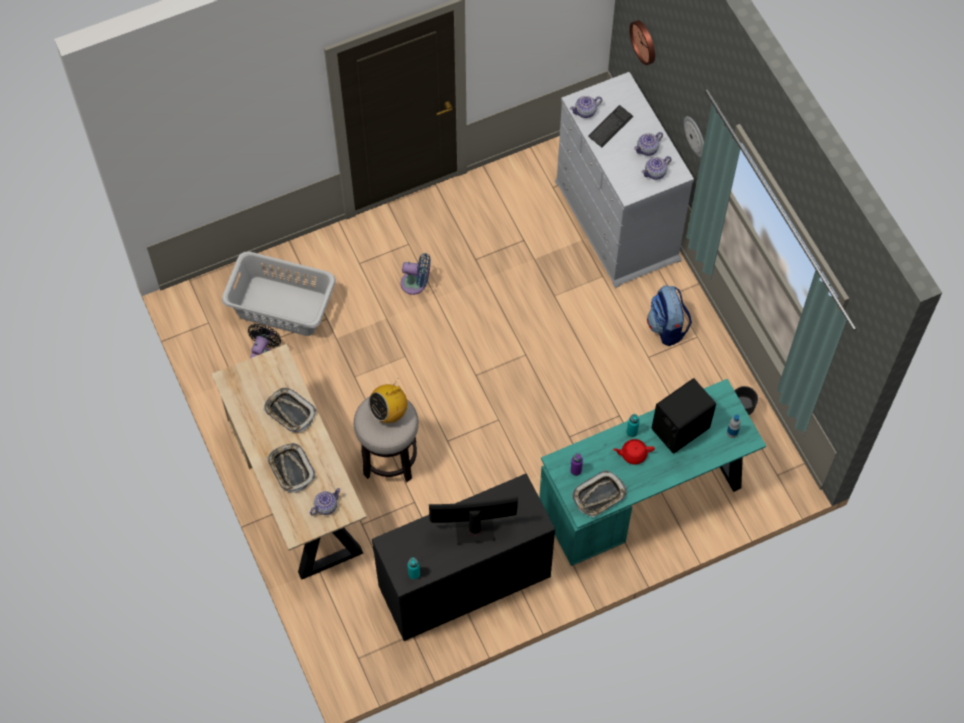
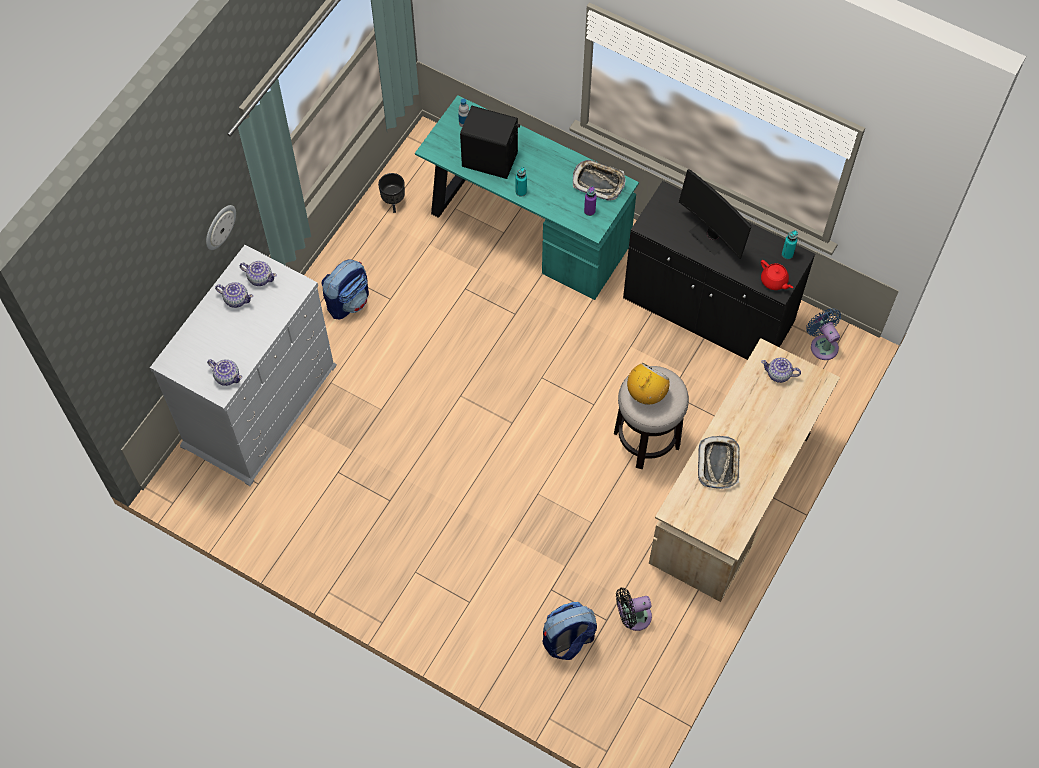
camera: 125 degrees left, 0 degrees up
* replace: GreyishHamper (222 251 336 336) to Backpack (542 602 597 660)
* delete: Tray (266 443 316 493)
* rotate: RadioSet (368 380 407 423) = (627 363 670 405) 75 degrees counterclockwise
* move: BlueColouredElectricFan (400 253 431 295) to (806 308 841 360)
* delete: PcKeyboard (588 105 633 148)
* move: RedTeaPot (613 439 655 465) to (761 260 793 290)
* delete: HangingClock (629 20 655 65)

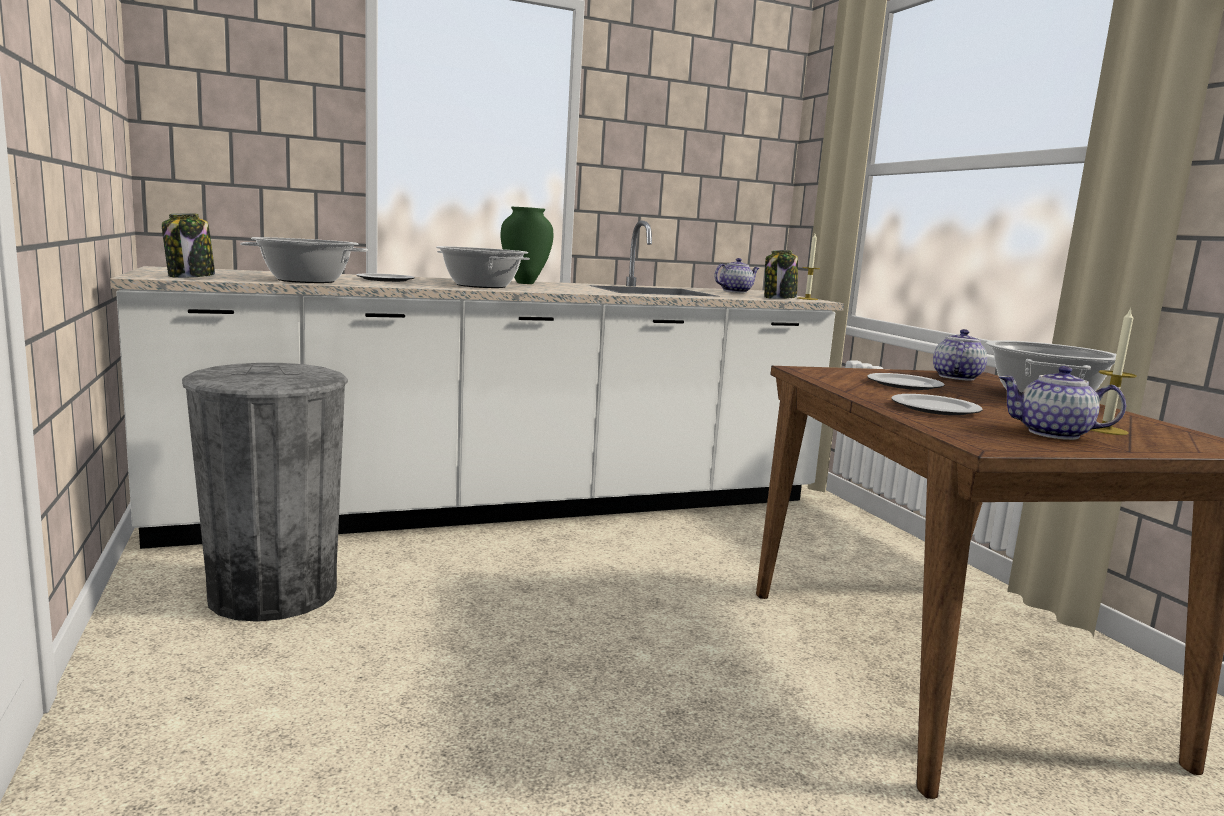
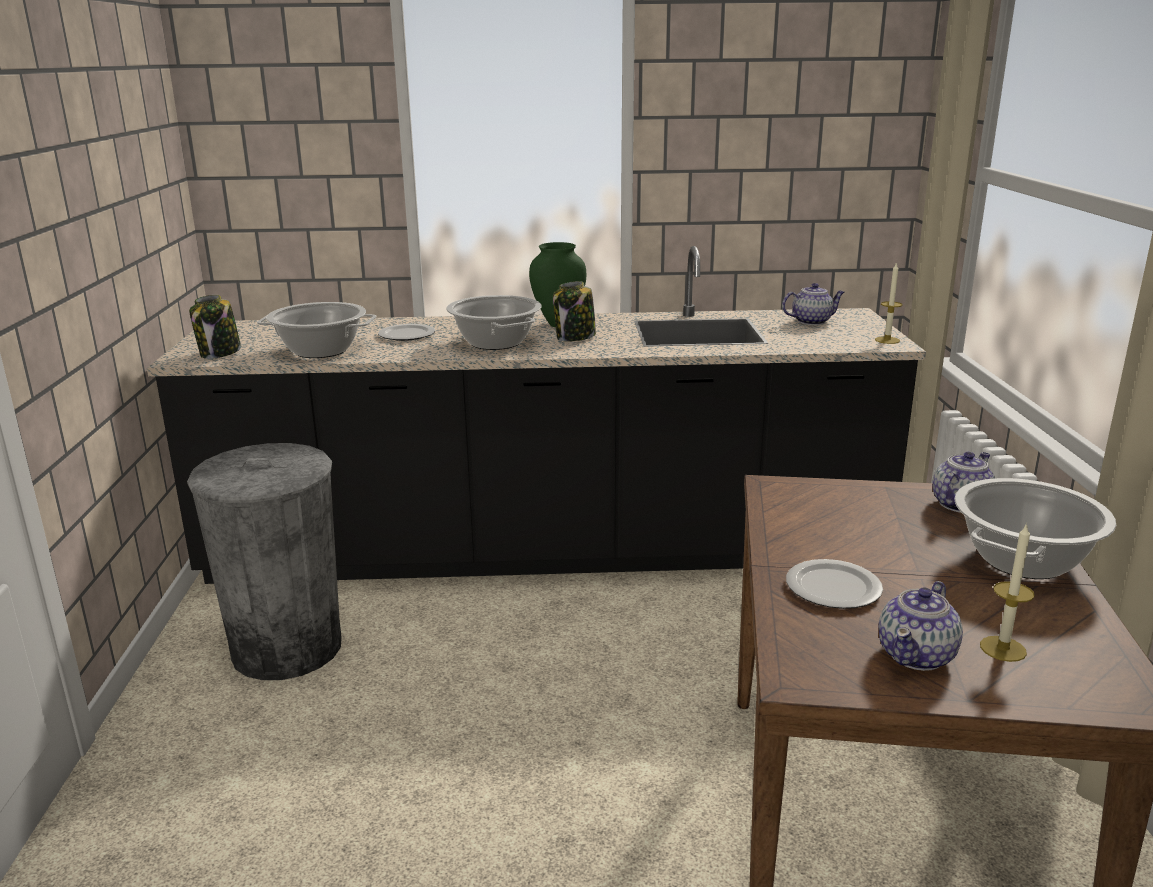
camera: 20 degrees right, 10 degrees up
* recolor: WhiteCounter (110 221 844 549) to BlackCounter (147 246 926 584)
* move: Jar (764 250 798 299) to (553 281 596 342)
* delete: FlatDish (867 373 944 390)
* rotate: TeaPot (999 366 1126 440) = (878 581 963 671) 90 degrees counterclockwise

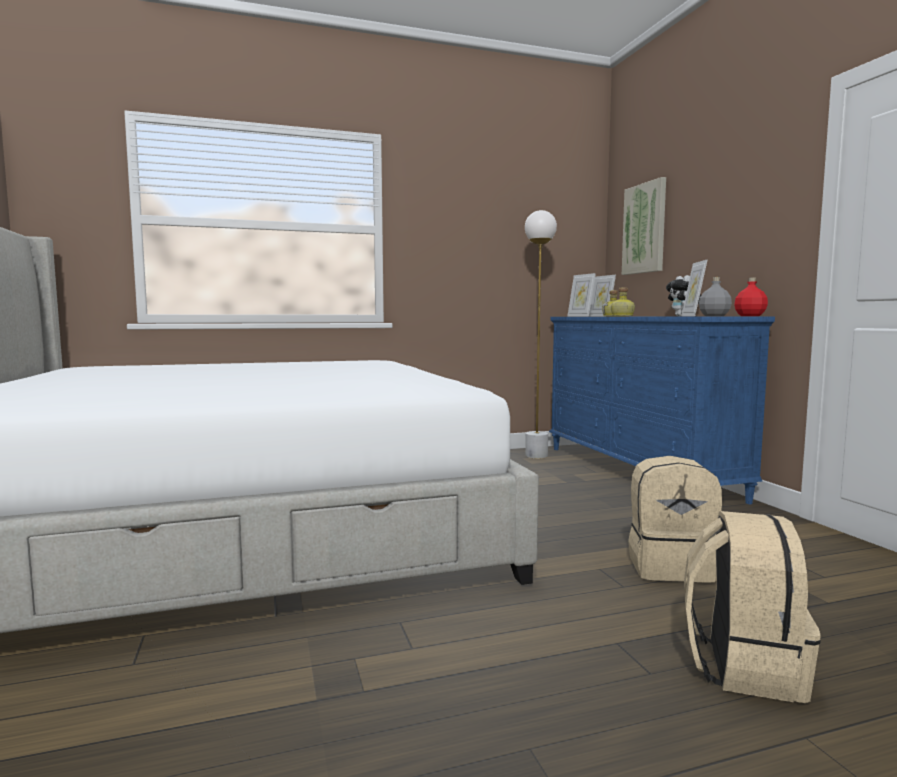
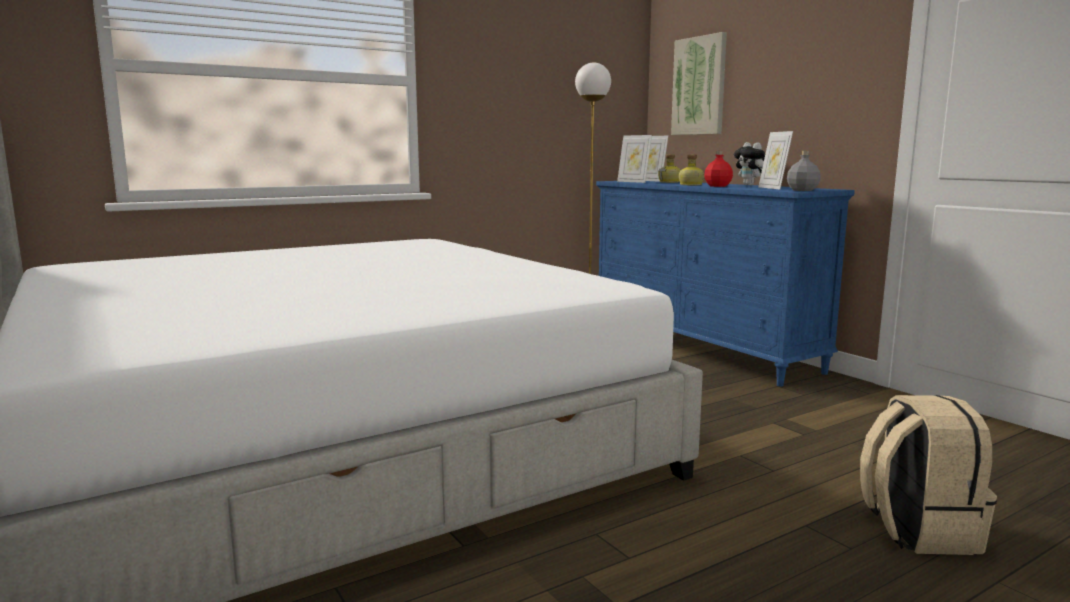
camera: 15 degrees left, 5 degrees up
* delete: BeigeColouredBackpack (628 456 722 582)
* move: RedBottle (734 277 768 316) to (704 151 733 187)

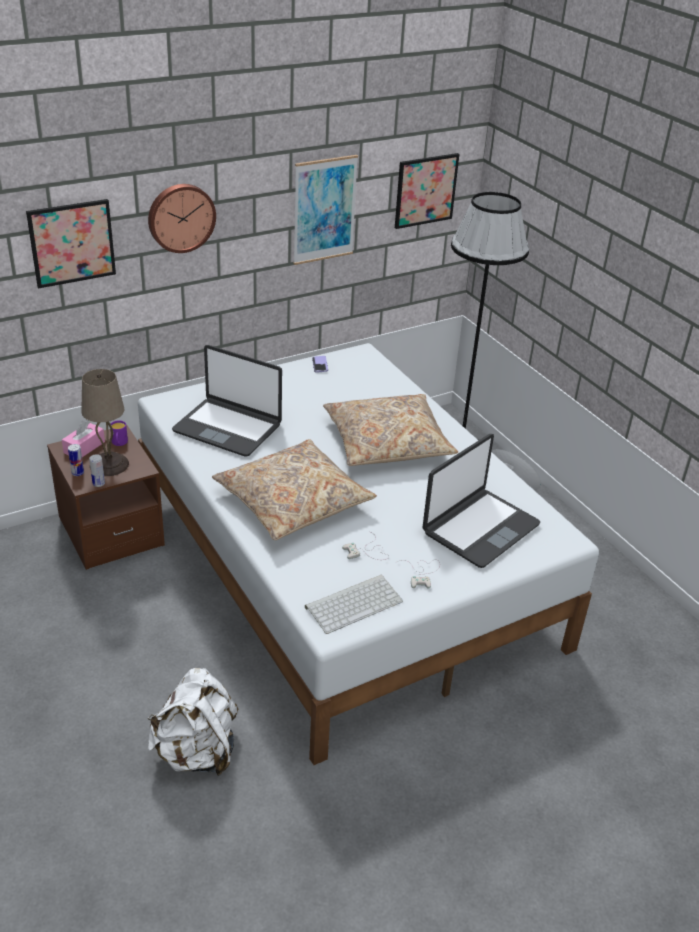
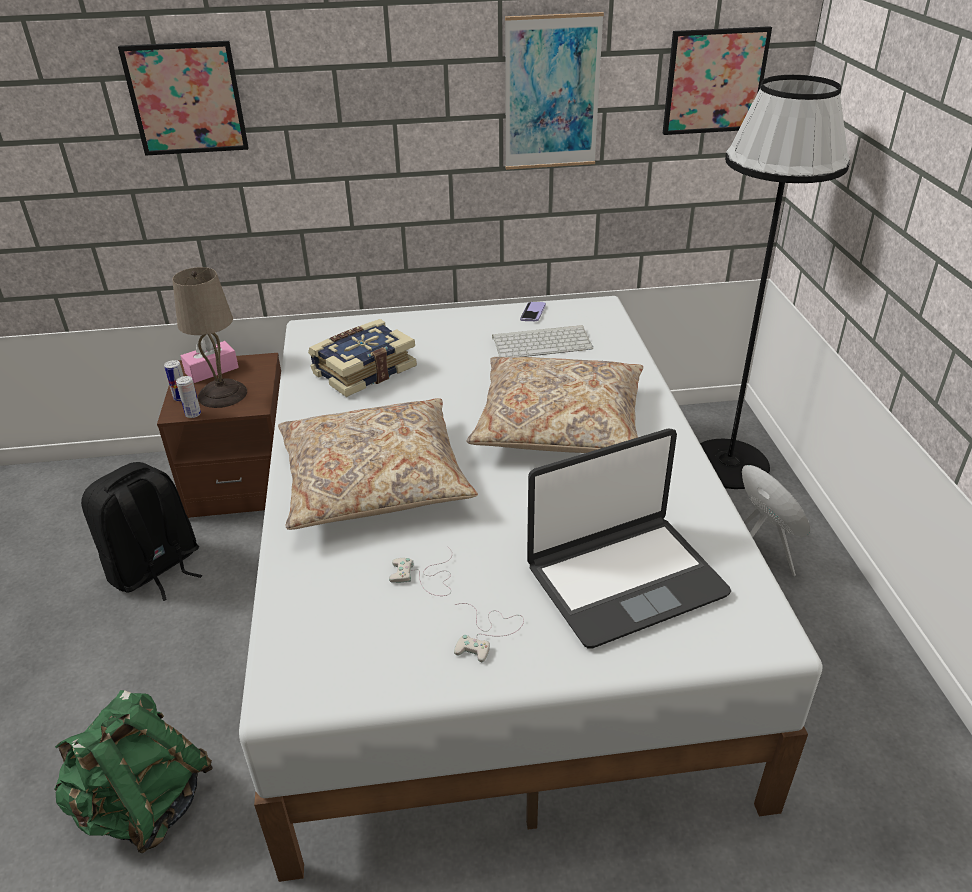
camera: 25 degrees right, 0 degrees up
* delete: PurpleMug (110 420 128 446)
* delete: HangingClock (148 184 216 253)
* recolor: WhiteBackpack (148 668 238 776) to GreenBackpack (54 690 213 853)
* replace: Laptop (172 345 282 456) to BoundBook (308 319 417 397)
* move: PcKeyboard (305 575 403 634) to (492 325 593 357)
* insert: BlackBackpack (81 462 202 601)

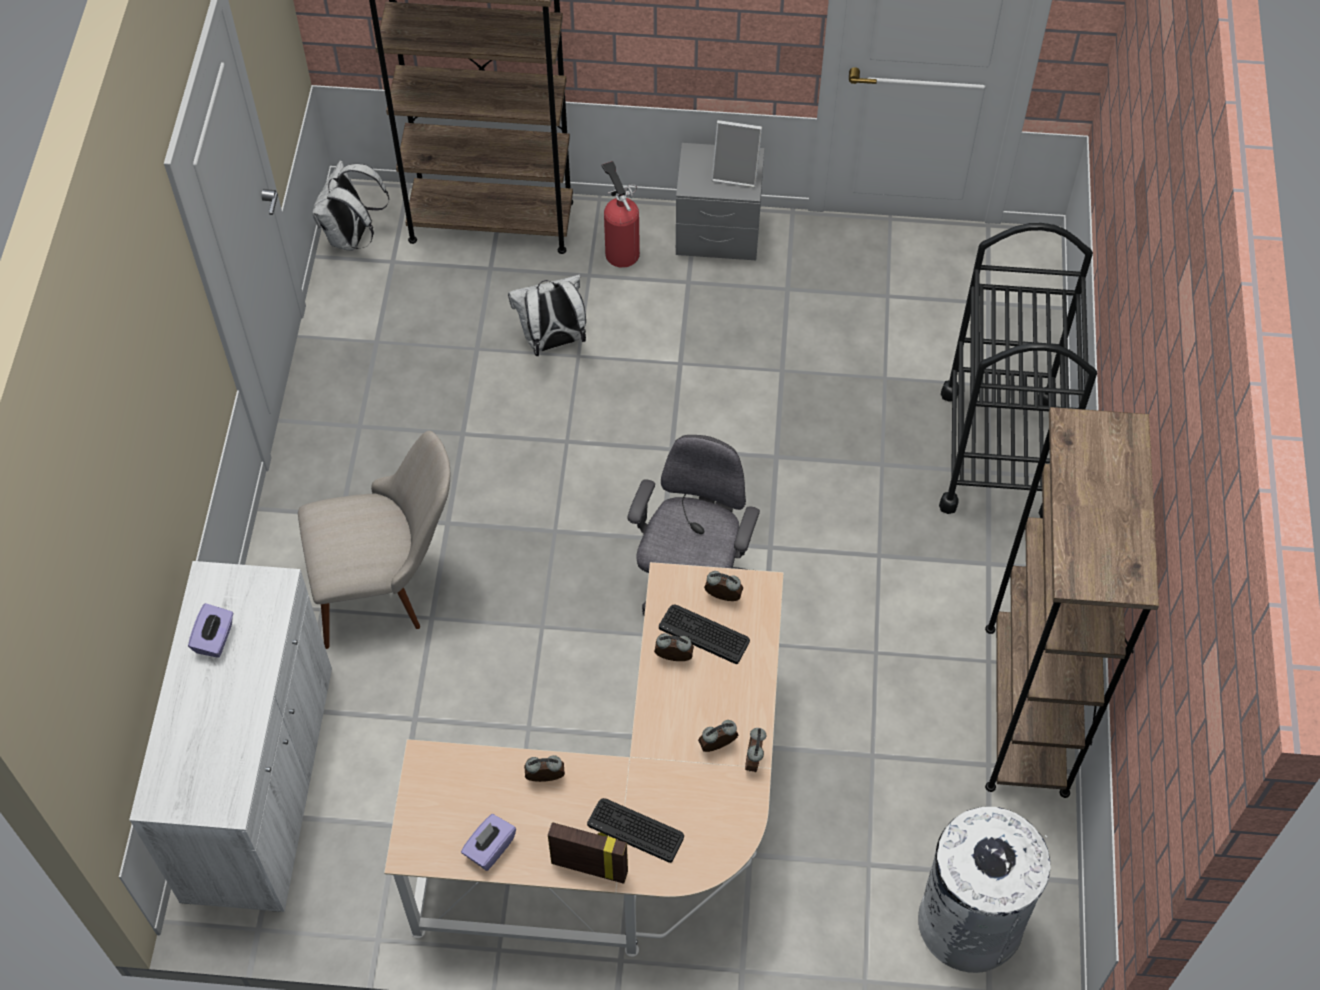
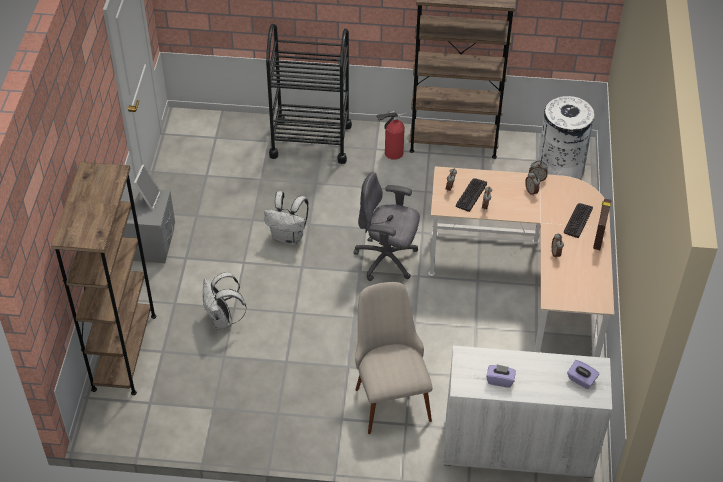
camera: 90 degrees left, 10 degrees down
* move: WhiteBackpack (313 160 389 251) to (264 191 309 245)
* move: PurpleBoxOfTissues (461 814 516 871) to (567 360 599 389)
* move: Extinguisher (602 161 640 268) to (376 110 407 160)

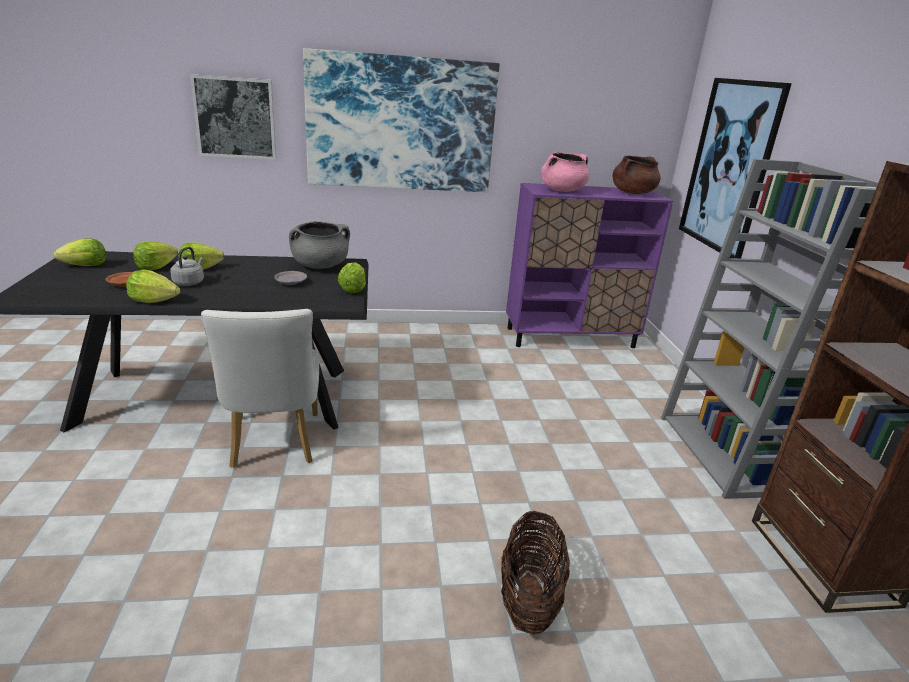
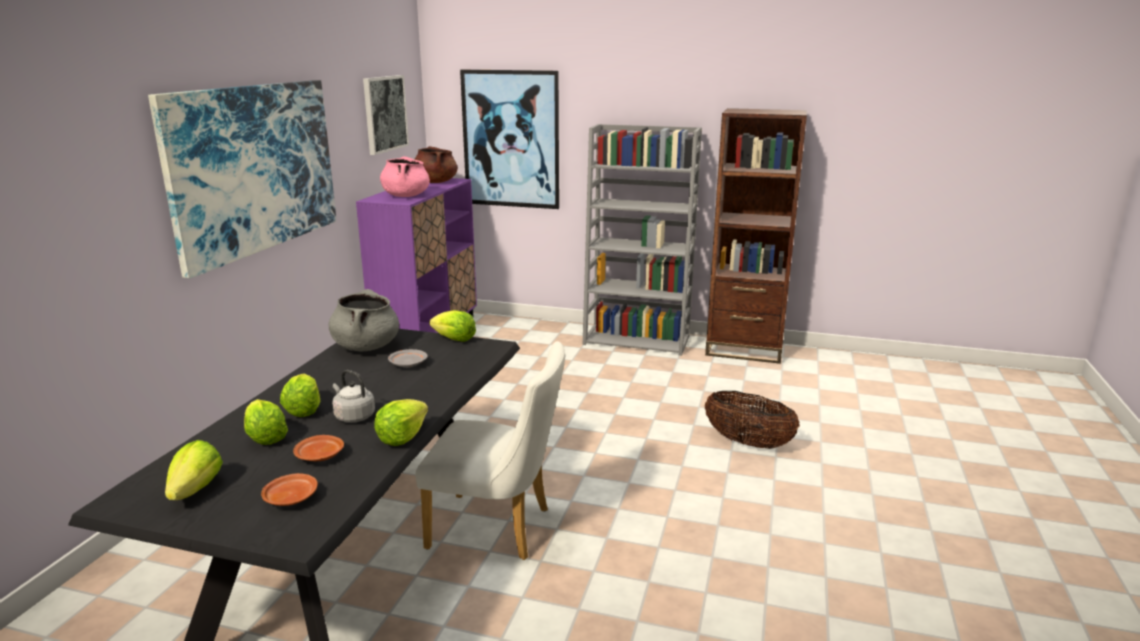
camera: 65 degrees left, 5 degrees down
* move: WallArt (190 74 276 159) to (363 75 409 155)
* insert: BrownFlatDish (261 473 318 506)

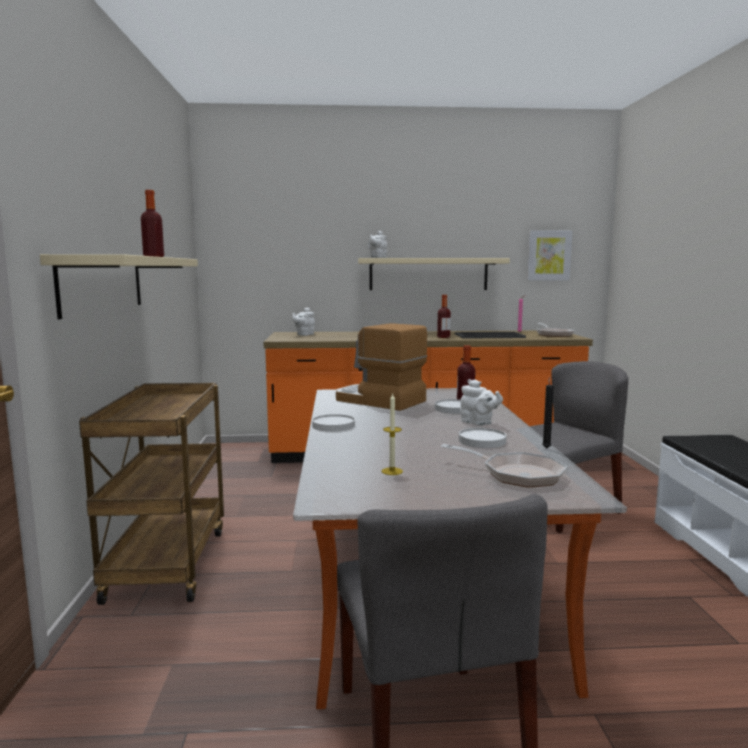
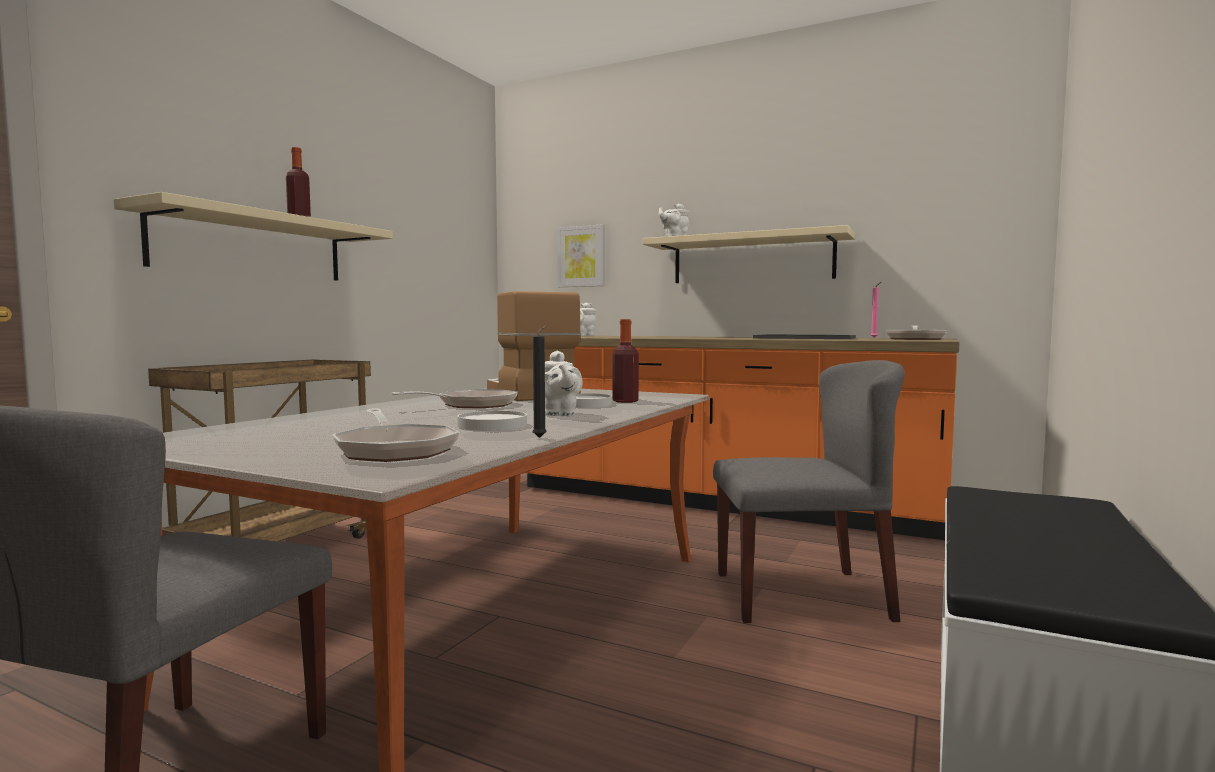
camera: 30 degrees right, 5 degrees down
* delete: WhiteFlatDish (312 414 355 432)
* delete: WaxLight (382 394 403 475)
* delete: Bottle (437 295 451 338)
* move: WallArt (527 230 573 280) to (557 224 605 287)
* insert: Skillet (390 389 518 408)

